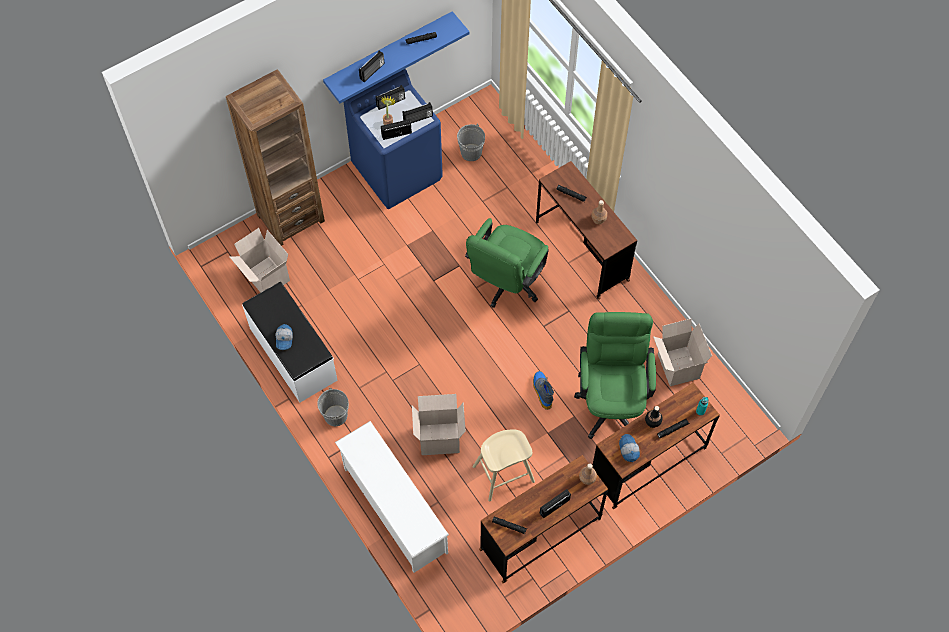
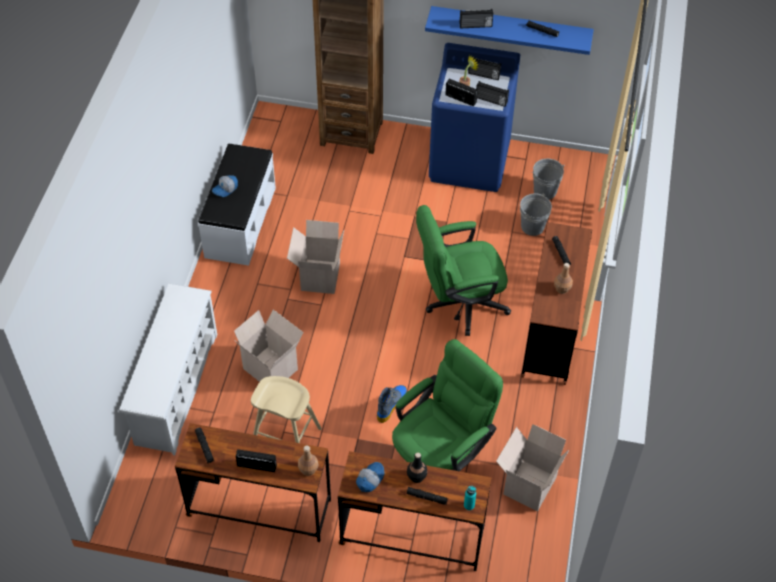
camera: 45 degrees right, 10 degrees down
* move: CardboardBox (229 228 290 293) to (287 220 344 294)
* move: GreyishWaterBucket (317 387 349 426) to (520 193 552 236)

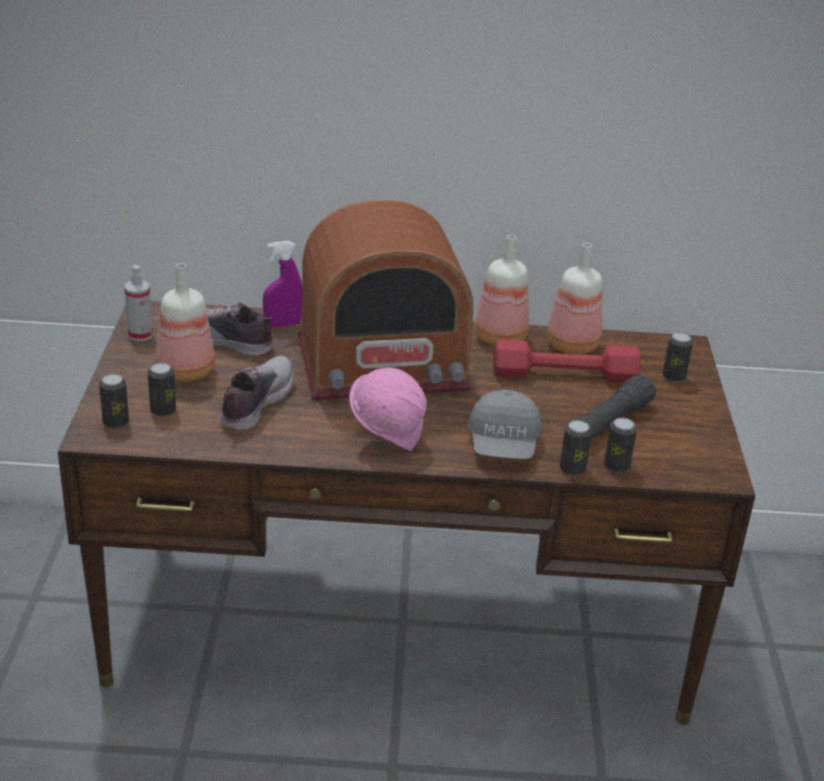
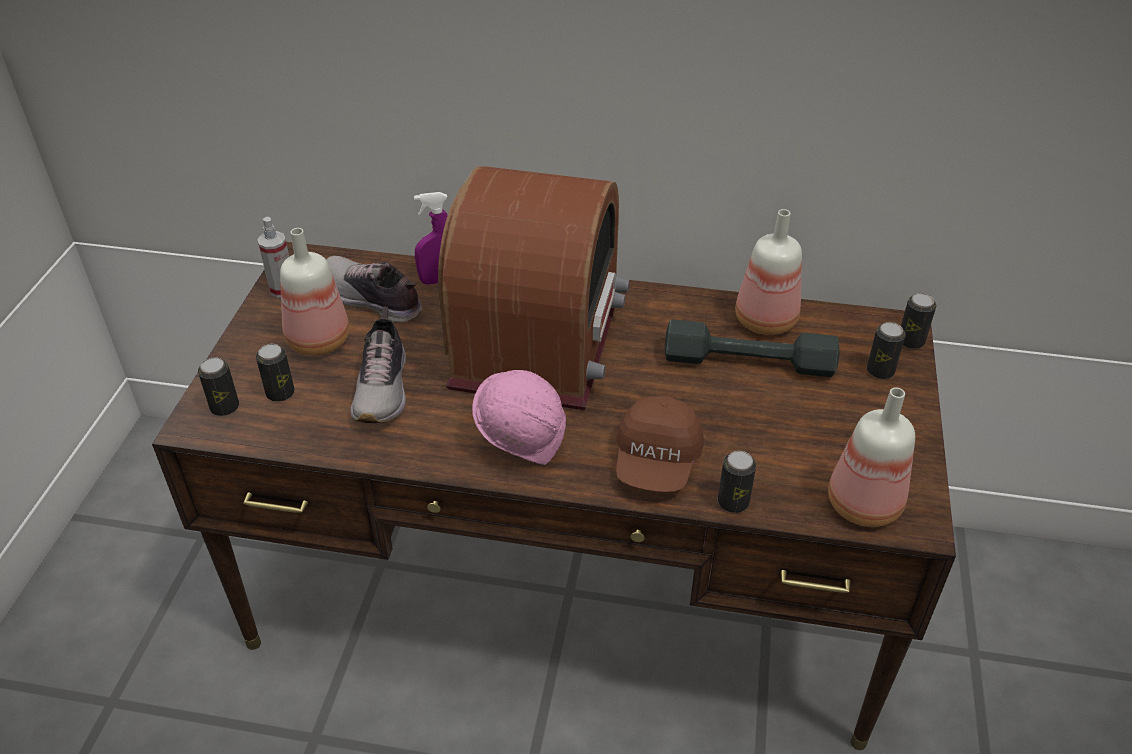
camera: 10 degrees right, 10 degrees up
* rotate: ItemOfFootwear (220 356 294 430) = (351 307 406 423) 150 degrees clockwise
* rotate: RadioSet (297 200 474 401) = (438 166 630 410) 75 degrees counterclockwise
* recolor: GreyishBaseballCap (468 390 541 459) to BrownBaseballCap (616 396 704 492)
* move: Bottle (474 235 529 345) to (828 387 915 527)
* recolor: RedDumbbell (493 340 641 382) to GreyishDumbbell (665 319 840 377)
* delete: BlackFlashlight (576 375 656 440)
* move: Can (604 418 637 473) to (901 293 936 349)

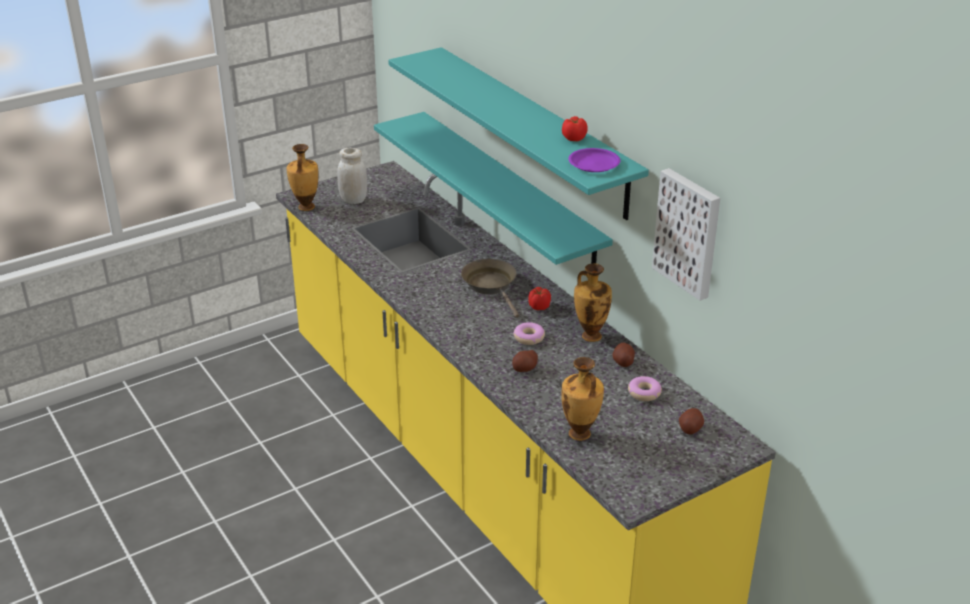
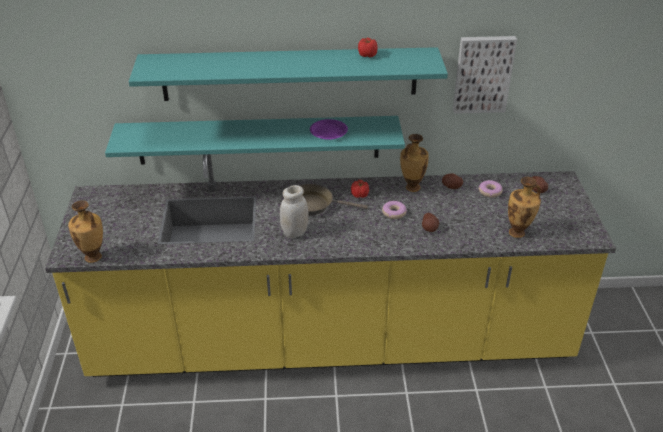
camera: 60 degrees left, 5 degrees up
* move: WhiteJar (337 148 367 204) to (280 185 308 238)
* move: PurpleFlatDish (568 148 620 172) to (310 119 348 140)

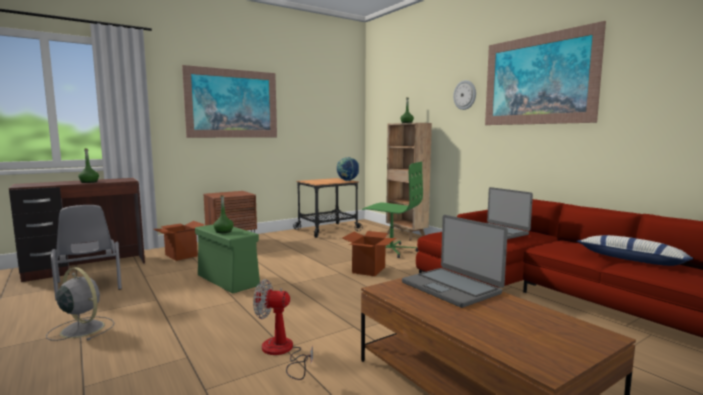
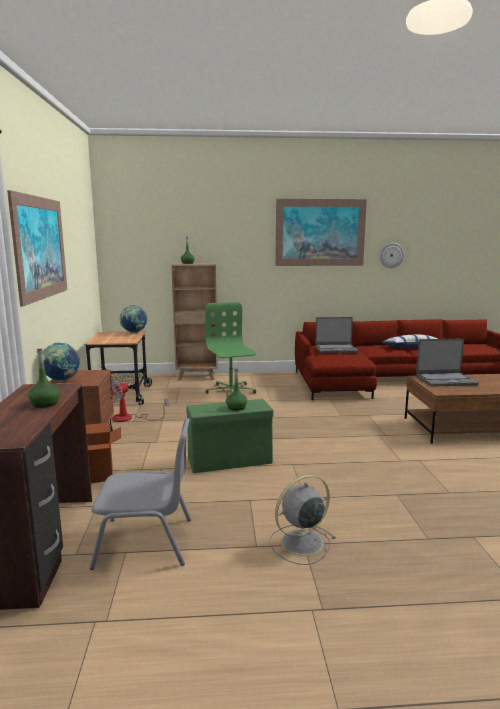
camera: 60 degrees left, 5 degrees up
* move: ElectricFan (253 279 313 380) to (112 379 168 422)
* delete: CardboardBox (343 231 396 276)
* rotate: GreenDeskChair (362 162 423 258) = (205 302 256 394) 75 degrees counterclockwise
* move: HangingClock (453 80 476 110) to (380 243 404 268)
* insert: DeskGlobe (43 343 80 381)

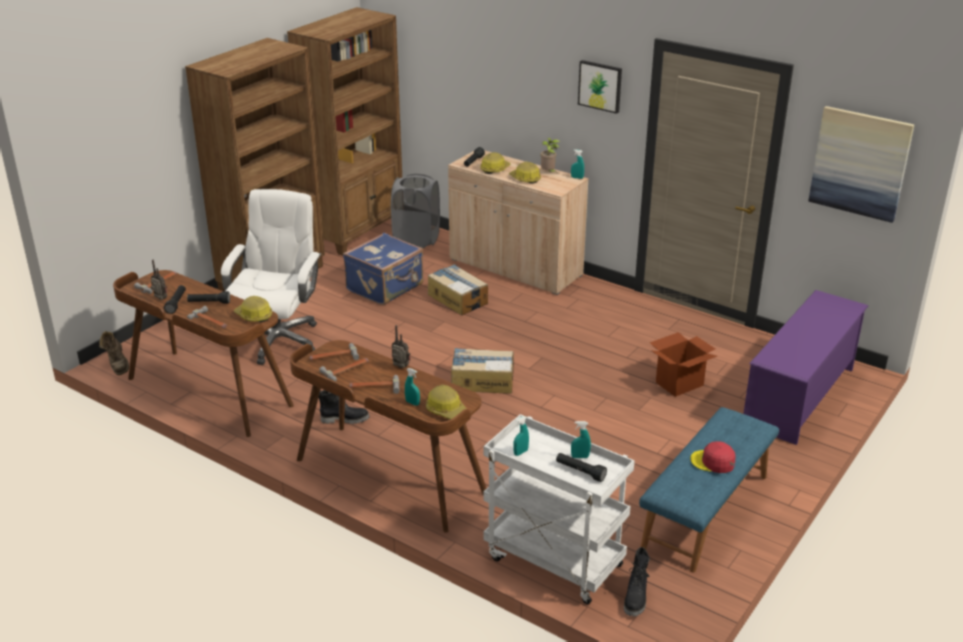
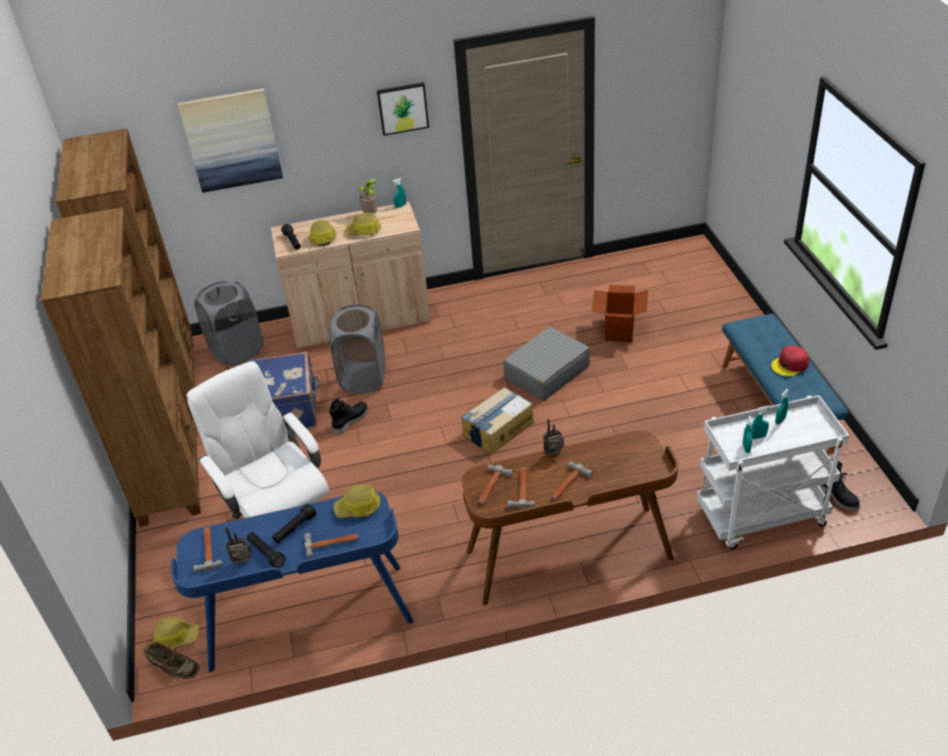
camera: 45 degrees left, 10 degrees up
* recolor: BrownDeskTable (113 270 294 437) to BlueColouredDeskTable (171 491 413 672)
* move: BlackTallBoot (319 390 370 424) to (329 398 368 435)
* move: TurquoiseSprayer (405 368 420 406) to (751 406 770 439)
* move: WorkHelmet (426 385 468 420) to (153 617 199 649)
* replace: CardboardBox (428 264 488 315) to GreyishHamper (329 305 385 393)
* delete: BlackFlashlight (556 453 607 482)
* delete: PurpleShoeShelf (743 290 868 445)
* move: WallArt (809 106 914 223) to (178 88 283 193)
* insert: GreyishPieceOfLuggage (503 327 590 401)

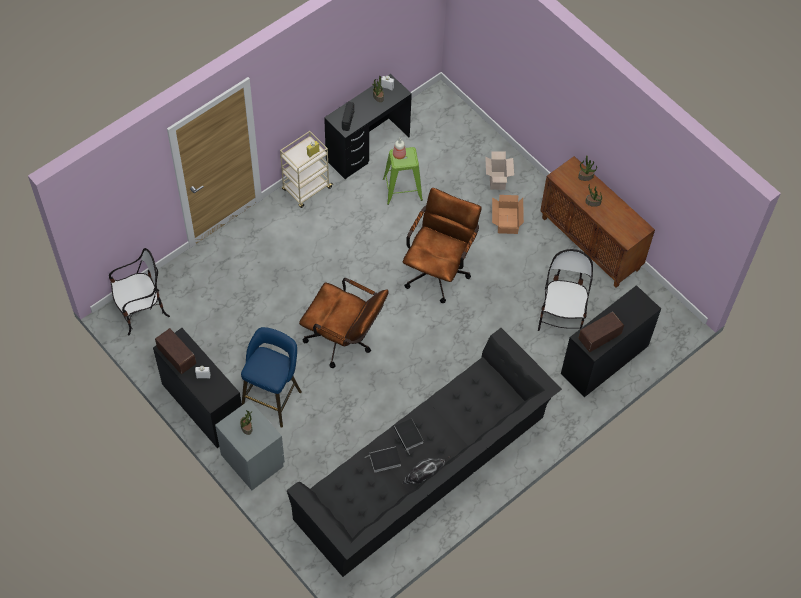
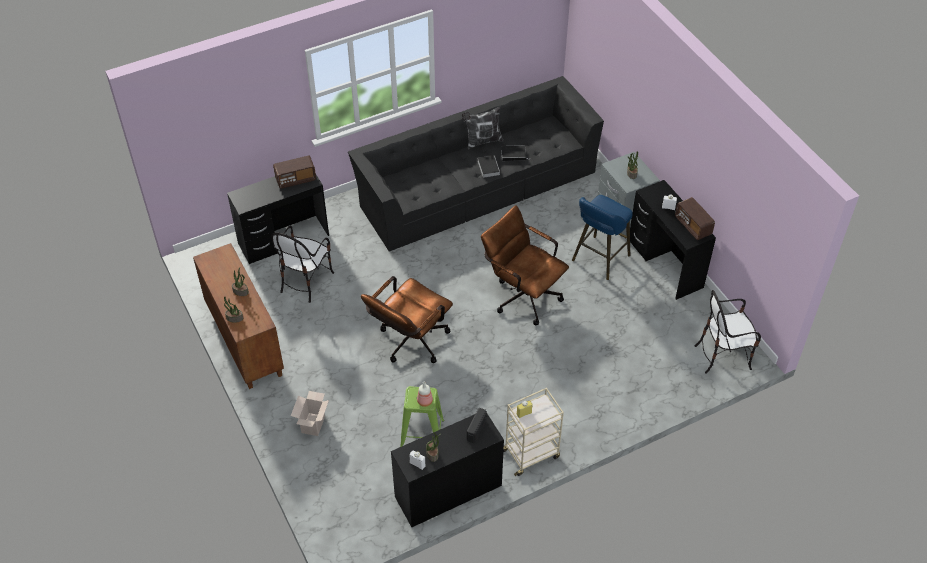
camera: 165 degrees left, 10 degrees down
* delete: CardboardBox (492 195 524 234)

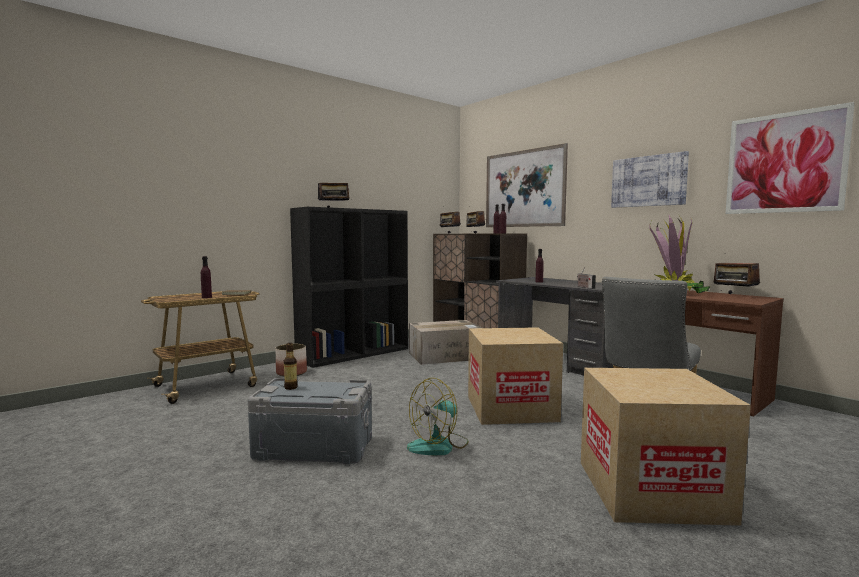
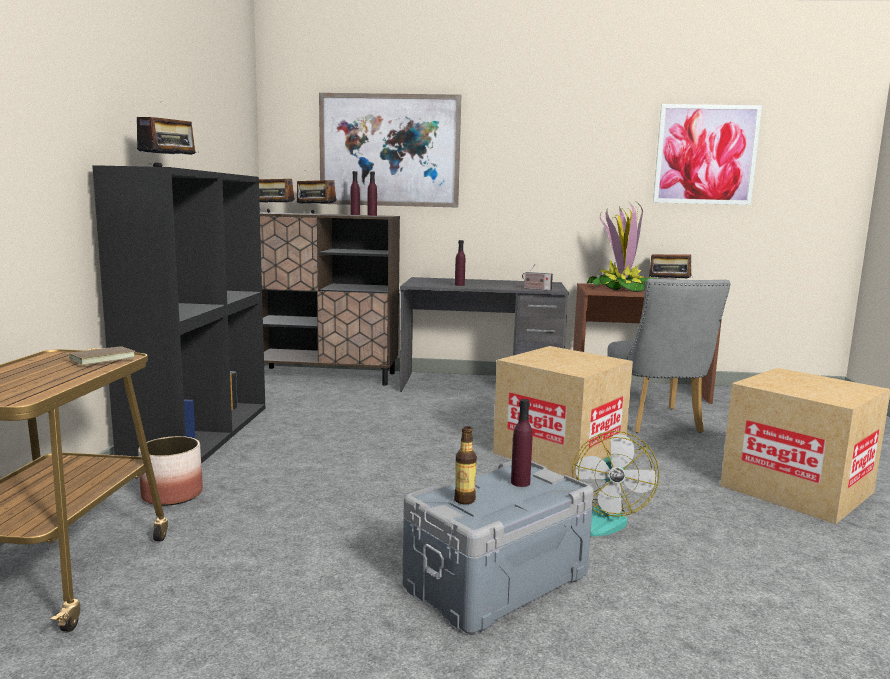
camera: 45 degrees left, 5 degrees up
* move: PurpleBottle (201 256 212 298) to (511 399 533 487)
* delete: CardboardBox (409 320 482 365)
* delete: WallArt (611 151 689 208)

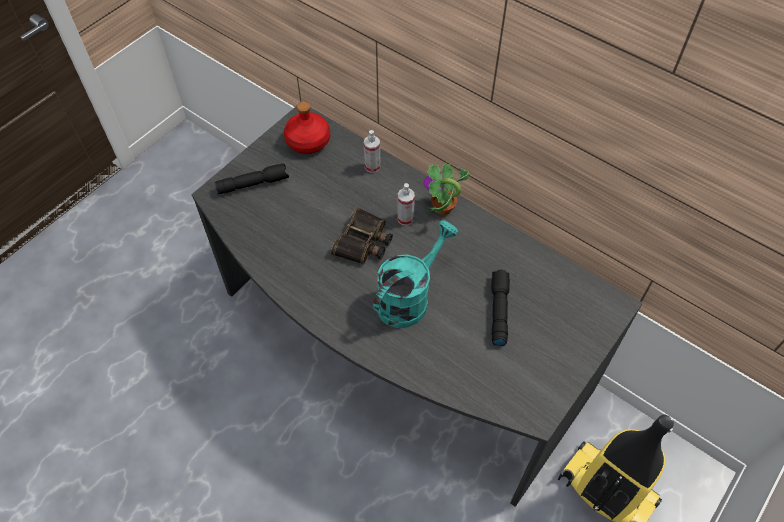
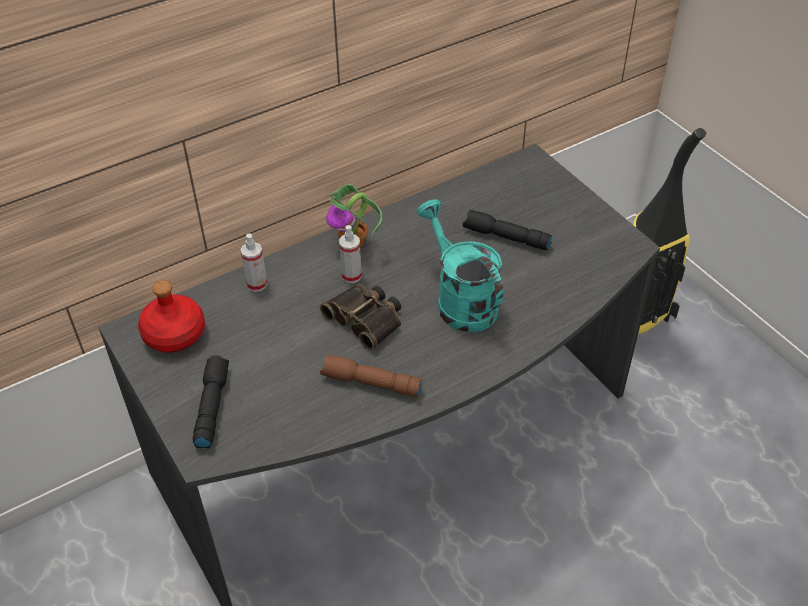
camera: 70 degrees left, 10 degrees down
* insert: BrownFlashlight (320 355 423 397)

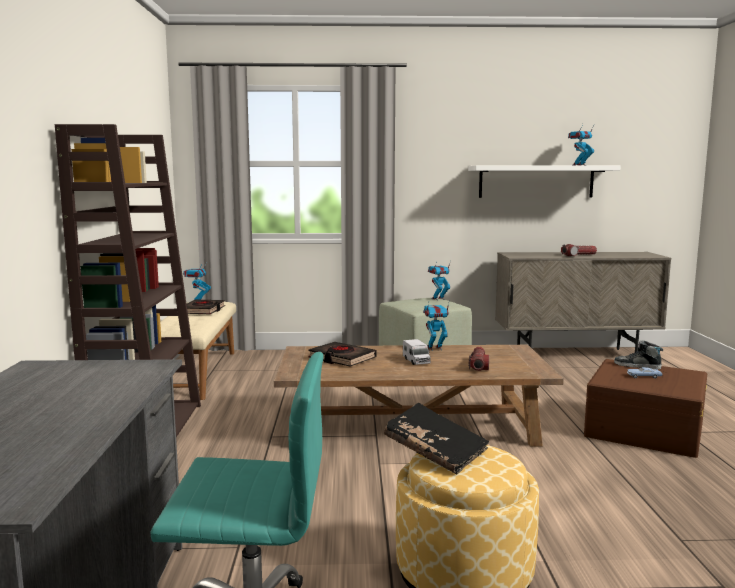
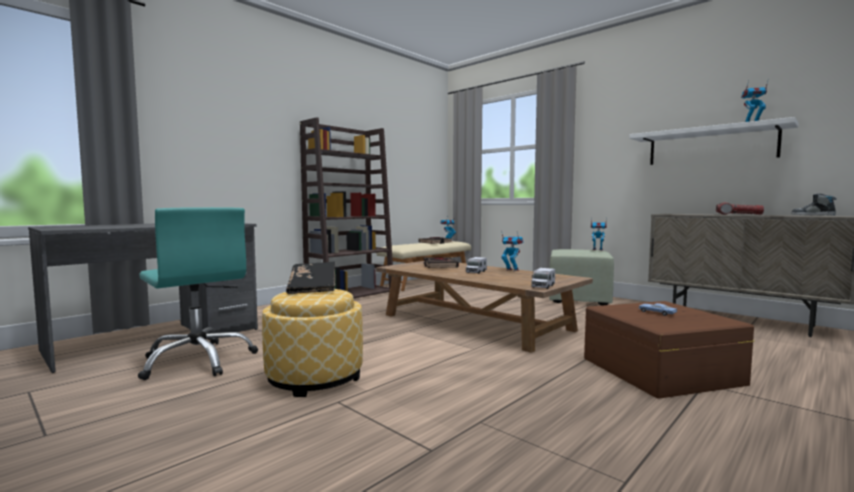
camera: 45 degrees right, 5 degrees down
* delete: Flashlight (469 347 489 371)
* move: ItemOfFootwear (614 340 663 369) to (791 193 836 216)
* insert: ToyTruck (531 268 555 289)

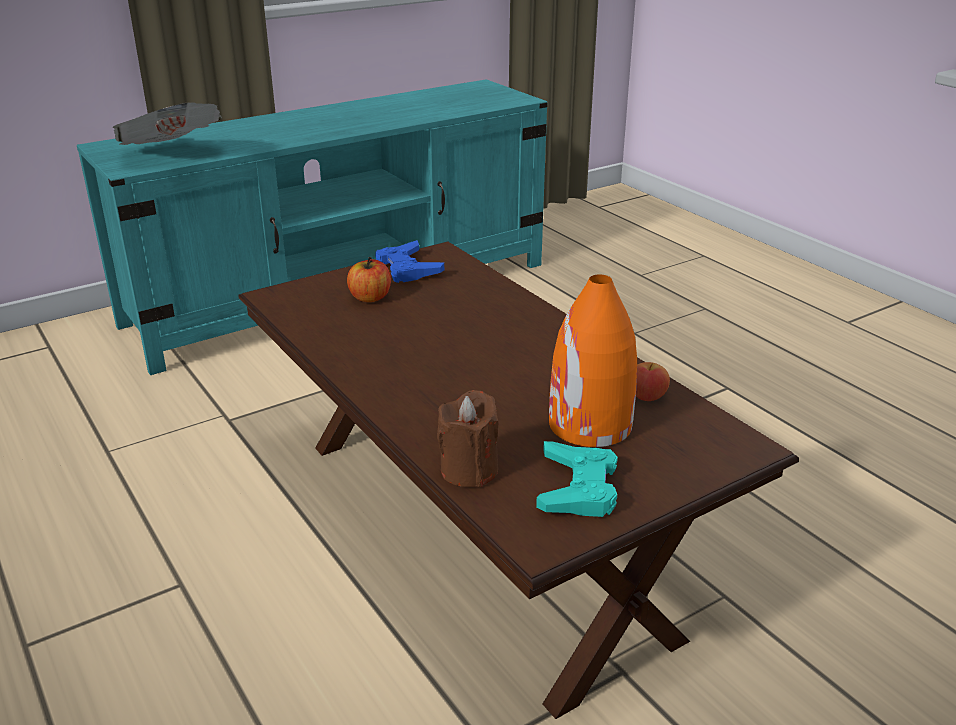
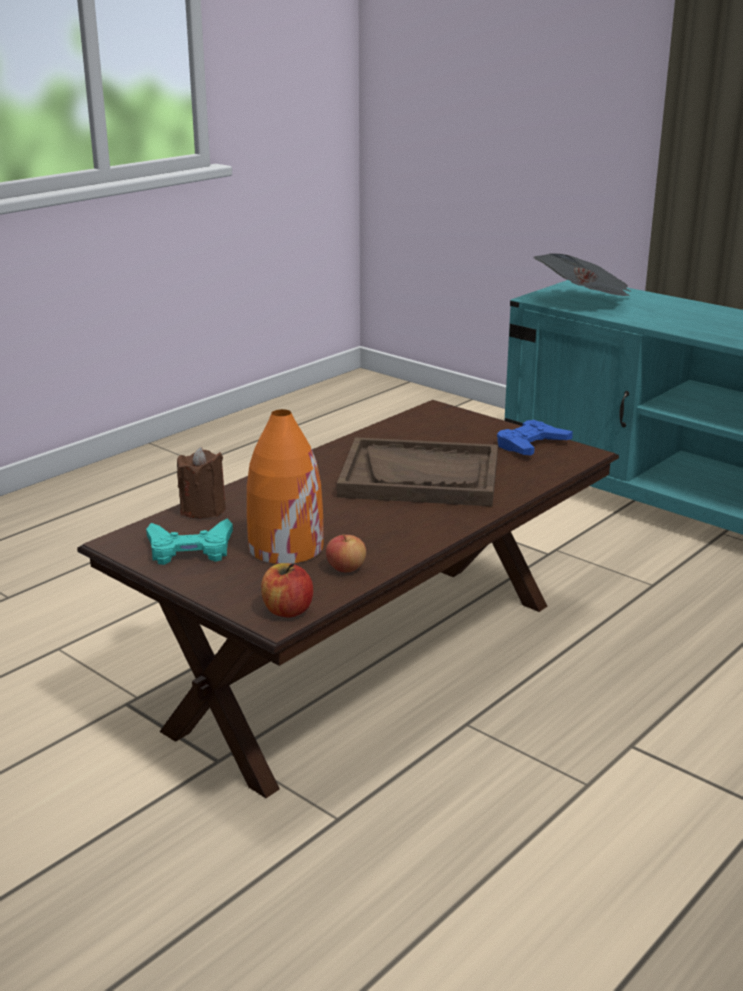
camera: 75 degrees right, 5 degrees down
* move: WholeApple (347 257 391 302) to (261 563 313 617)
* insert: BrownTray (337 437 498 506)

